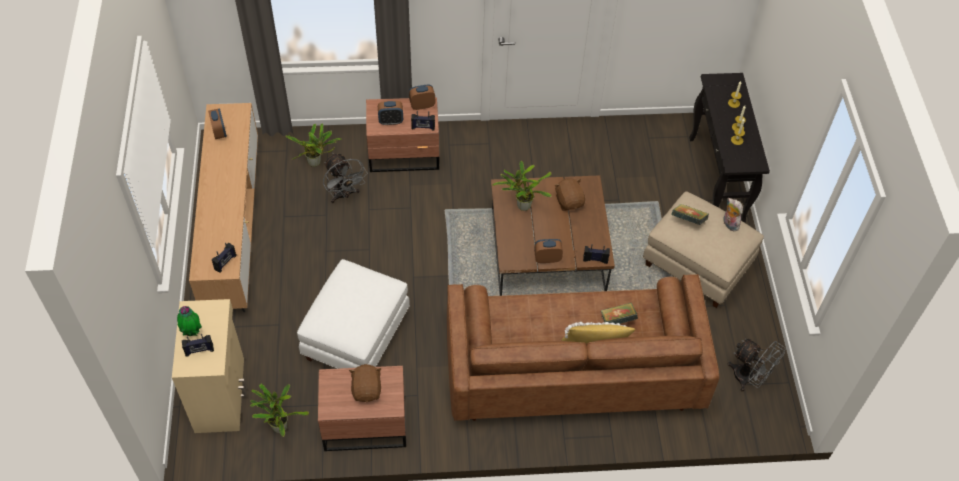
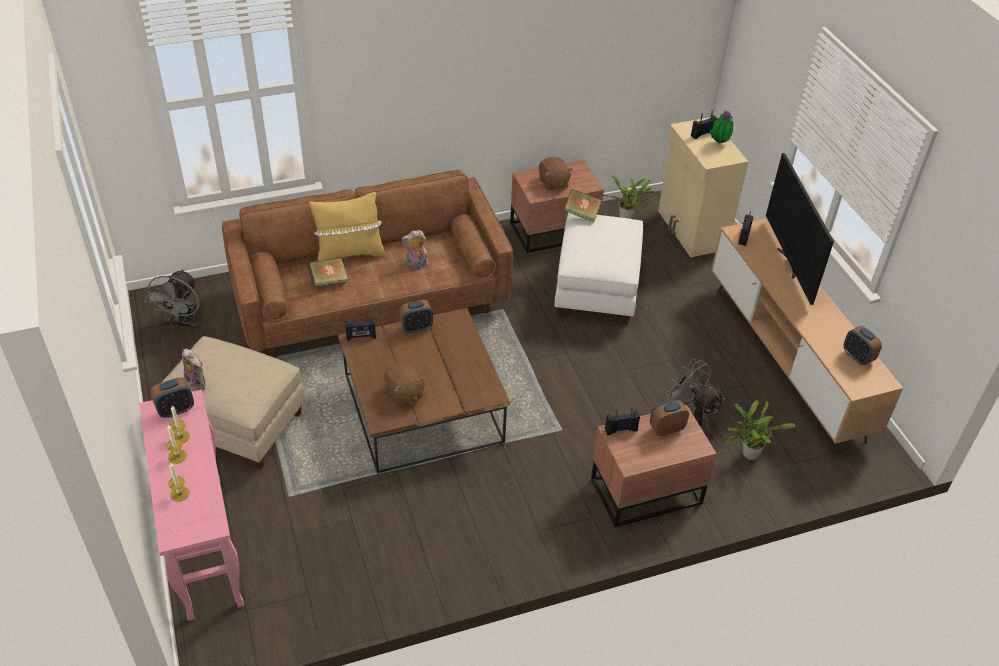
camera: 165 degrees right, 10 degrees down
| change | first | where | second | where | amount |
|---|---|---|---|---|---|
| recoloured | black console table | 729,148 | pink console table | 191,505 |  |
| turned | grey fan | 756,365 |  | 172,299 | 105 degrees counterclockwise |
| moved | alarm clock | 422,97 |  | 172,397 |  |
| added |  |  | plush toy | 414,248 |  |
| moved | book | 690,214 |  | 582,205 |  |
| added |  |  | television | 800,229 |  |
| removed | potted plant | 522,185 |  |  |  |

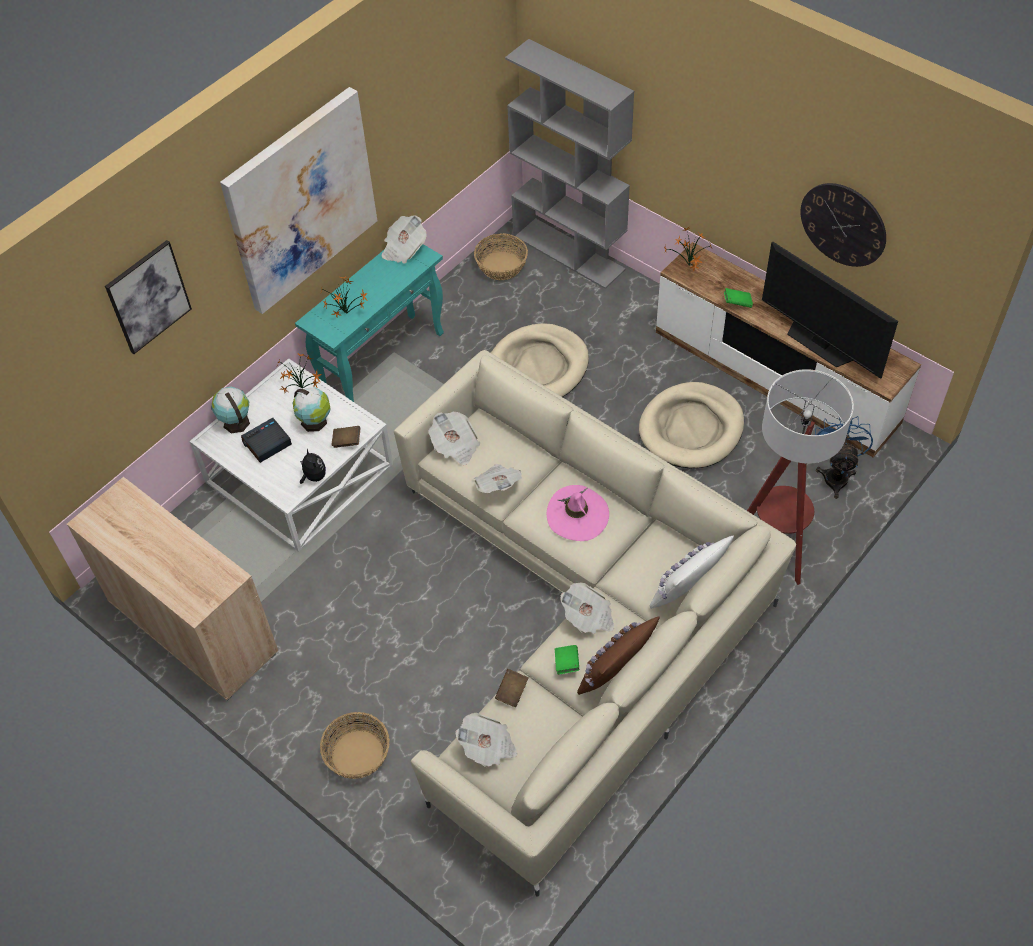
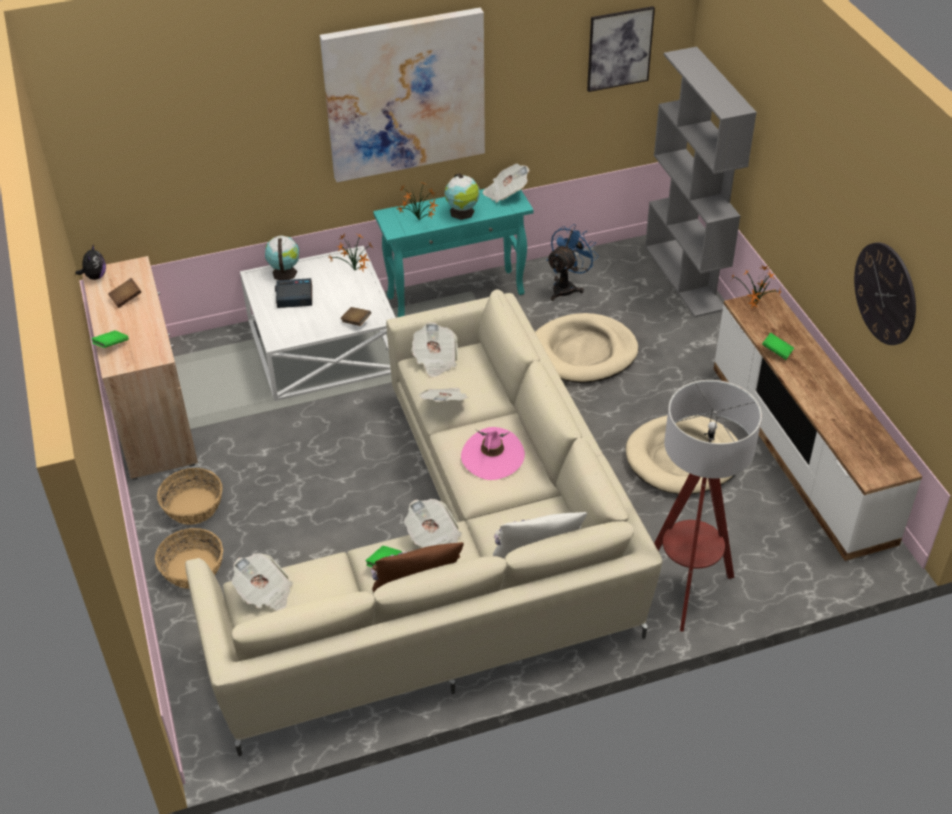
camera: 30 degrees right, 10 degrees down
| change | first | where | second | where | amount |
|---|---|---|---|---|---|
| moved | plush toy | 313,466 |  | 91,262 |  |
| added |  |  | green book | 110,339 |  |
| moved | brown book | 511,688 |  | 125,293 |  |
| moved | basket | 501,256 |  | 190,496 |  |
| moved | globe | 312,410 |  | 462,196 |  |
| moved | blue fan | 844,457 |  | 572,262 |  |
| moved | picture | 148,297 |  | 621,49 |  |
| removed | television | 830,310 |  |  |  |

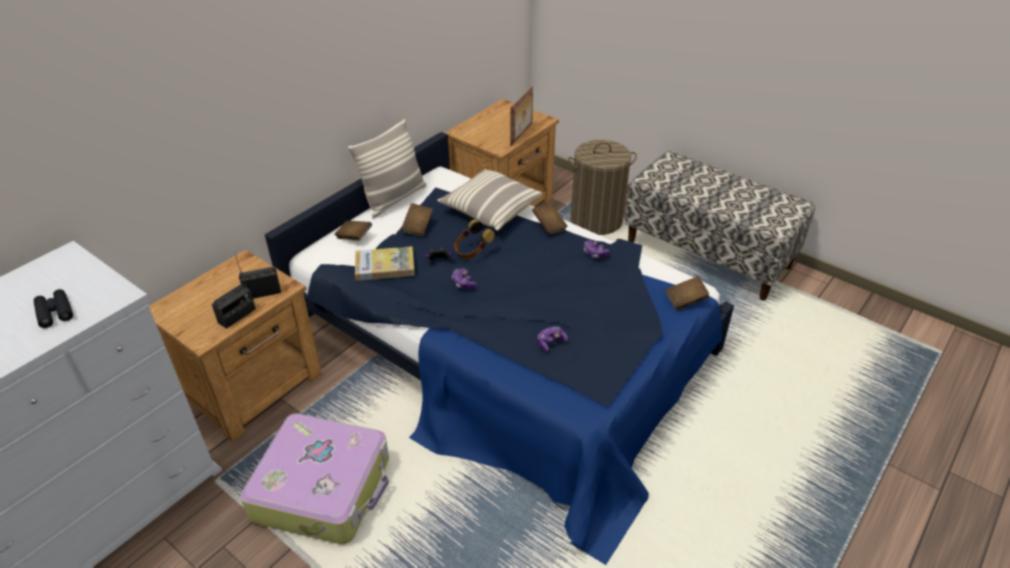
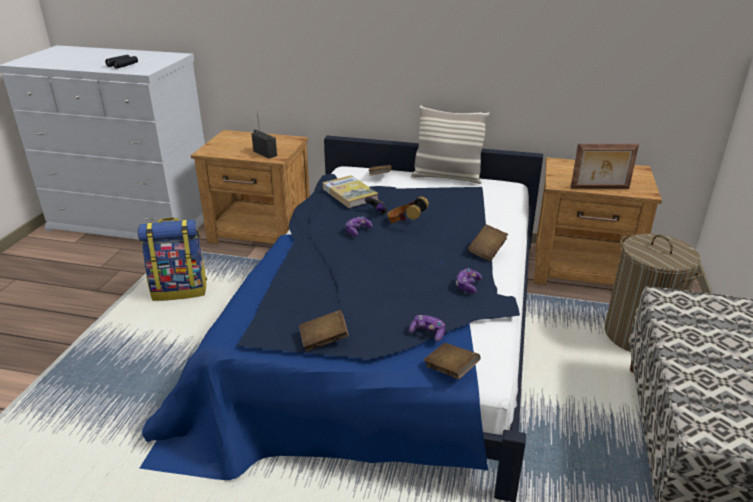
camera: 65 degrees right, 10 degrees down
| change | first | where | second | where | amount |
|---|---|---|---|---|---|
| replaced | suitcase | 314,478 | backpack | 172,259 |  |
| moved | brown book | 417,219 |  | 324,330 |  |
| moved | game controller | 552,339 |  | 427,328 |  |
| removed | radio | 234,299 |  |  |  |
| removed | pillow | 490,200 |  |  |  |

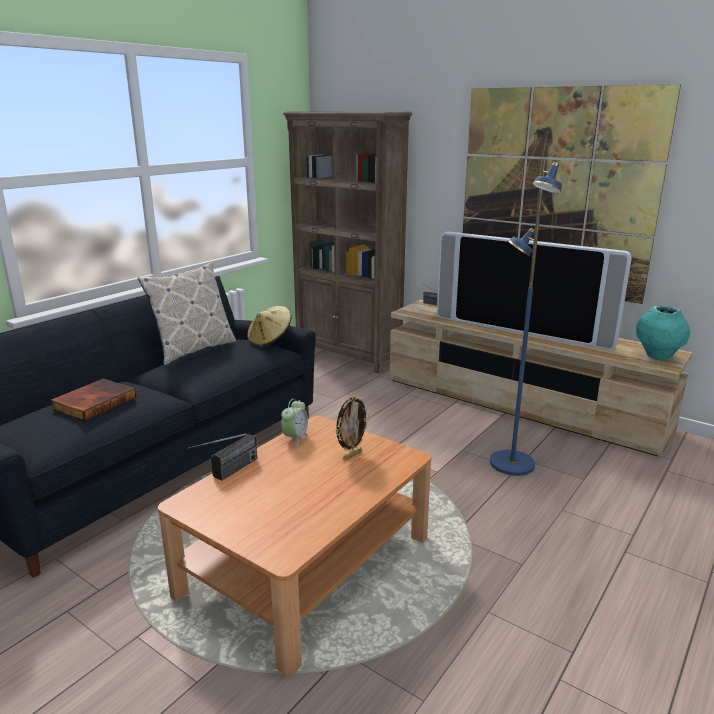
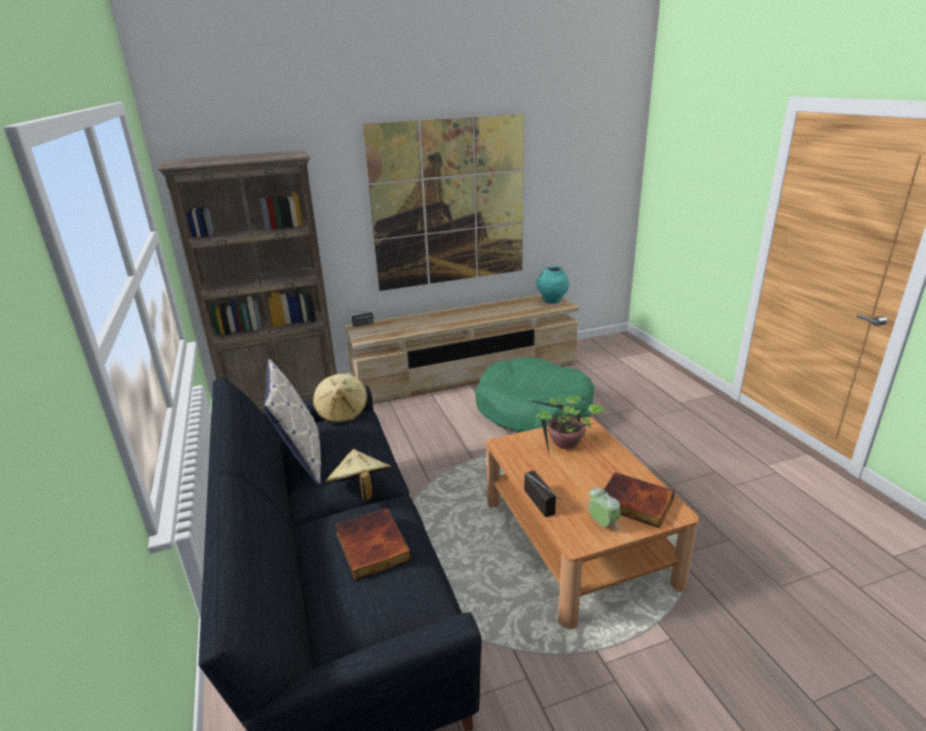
camera: 55 degrees left, 5 degrees up
| change | first | where | second | where | amount |
|---|---|---|---|---|---|
| added |  |  | beige hat | 358,474 |  |
| replaced | blue floor lamp | 526,317 | green dog bed | 535,394 |  |
| replaced | picture frame | 352,428 | potted plant | 565,427 |  |
| moved | alarm clock | 295,423 |  | 604,509 |  |
| added |  |  | book | 639,500 |  |
| removed | television | 534,290 |  |  |  |

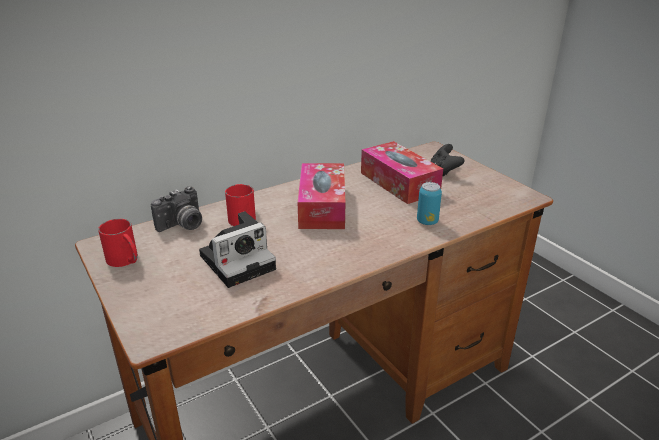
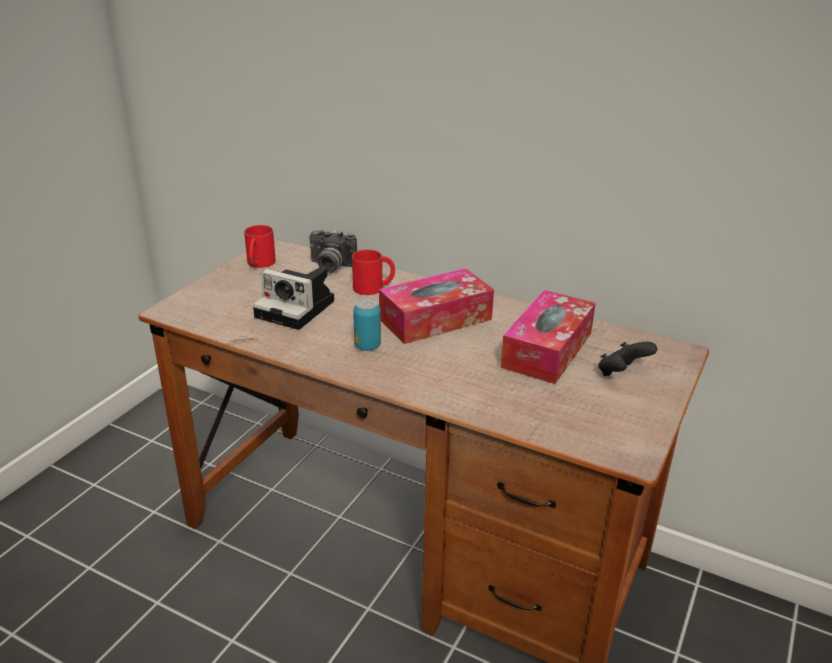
camera: 60 degrees right, 0 degrees up
| change | first | where | second | where | amount |
|---|---|---|---|---|---|
| moved | can | 429,203 |  | 367,324 |  |

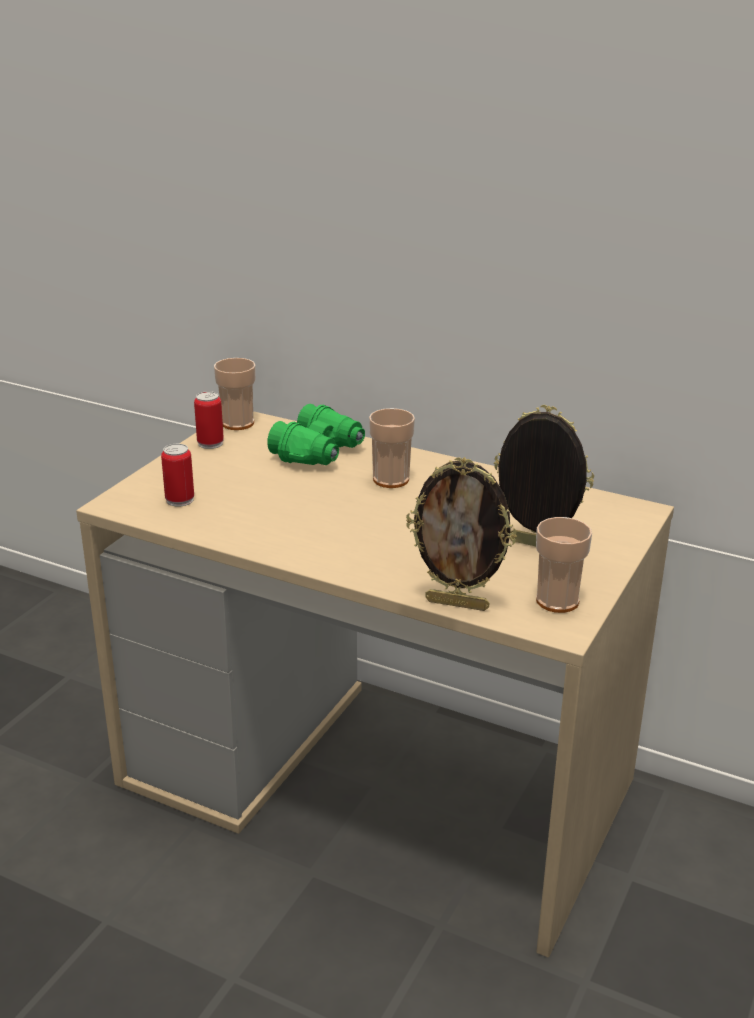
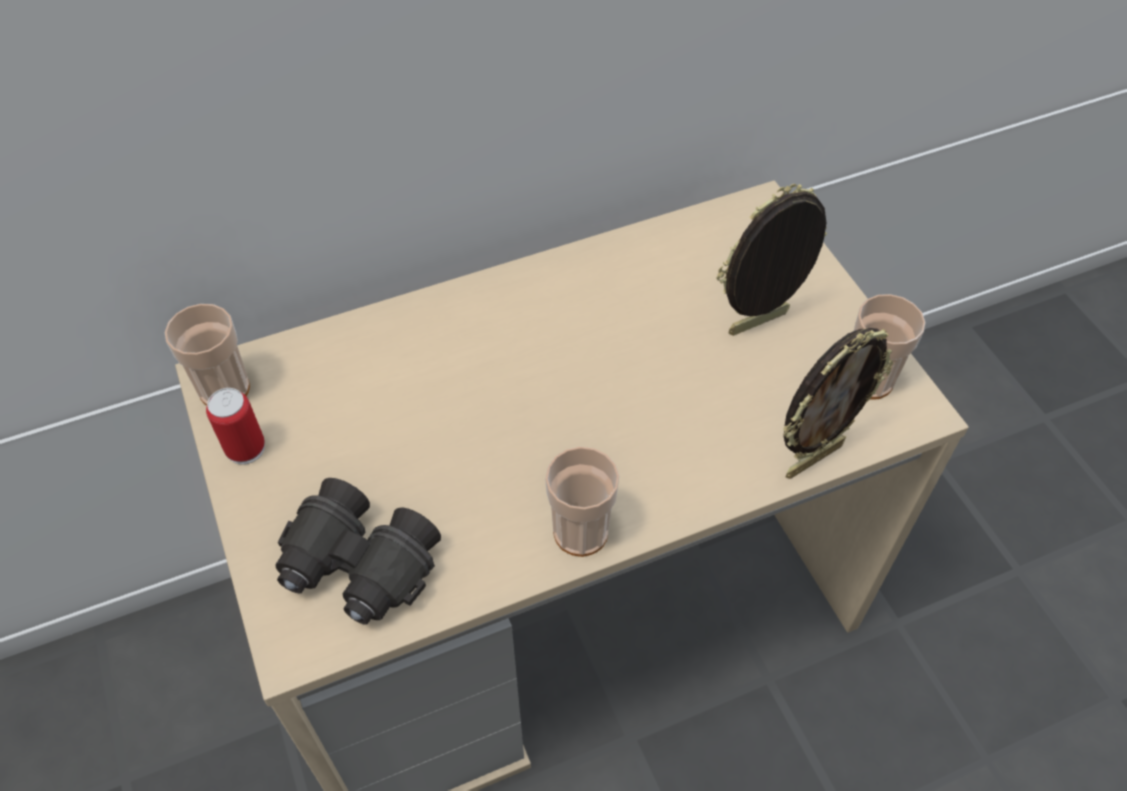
camera: 50 degrees left, 25 degrees up
| change | first | where | second | where | amount |
|---|---|---|---|---|---|
| replaced | can | 177,475 | black binoculars | 358,551 |  |
| moved | cup | 392,448 |  | 582,502 |  |
| removed | green binoculars | 316,434 |  |  |  |

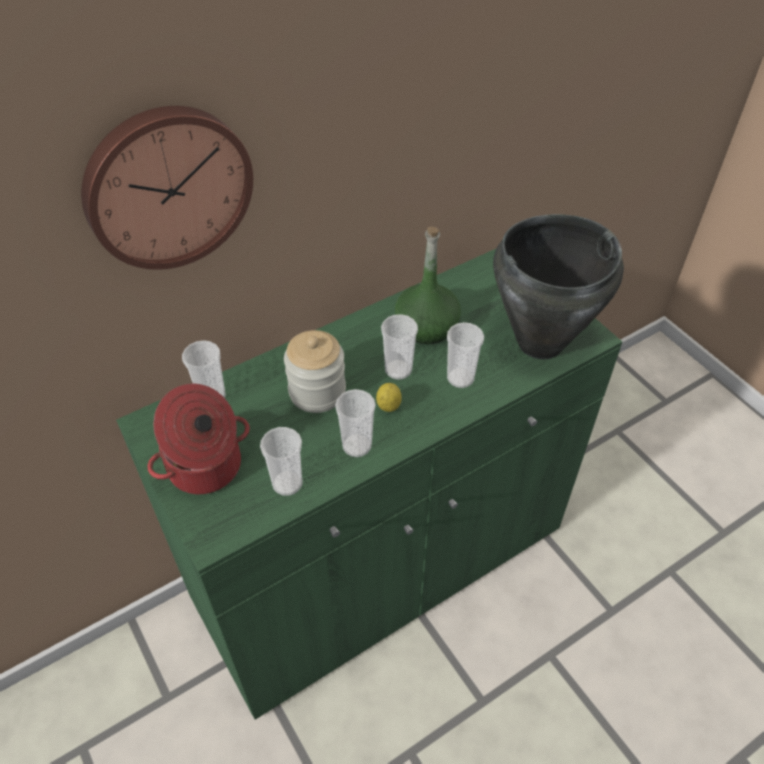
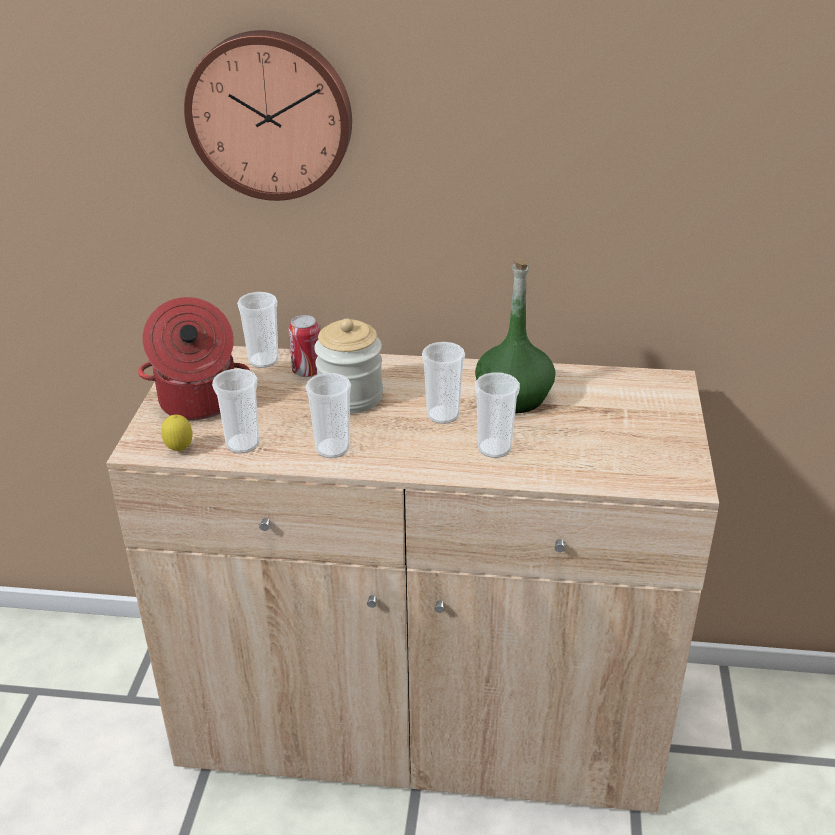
camera: 40 degrees right, 15 degrees down
| change | first | where | second | where | amount |
|---|---|---|---|---|---|
| recoloured | green cabinet | 369,484 | beige cabinet | 412,579 |  |
| moved | lemon | 389,397 |  | 177,432 |  |
| added |  |  | can | 304,346 |  |
| removed | black cooking pot | 558,286 |  |  |  |

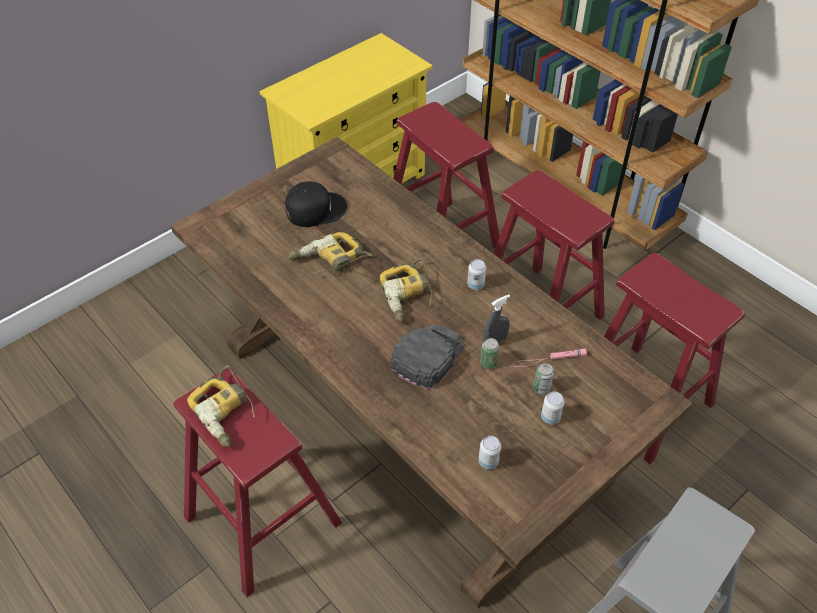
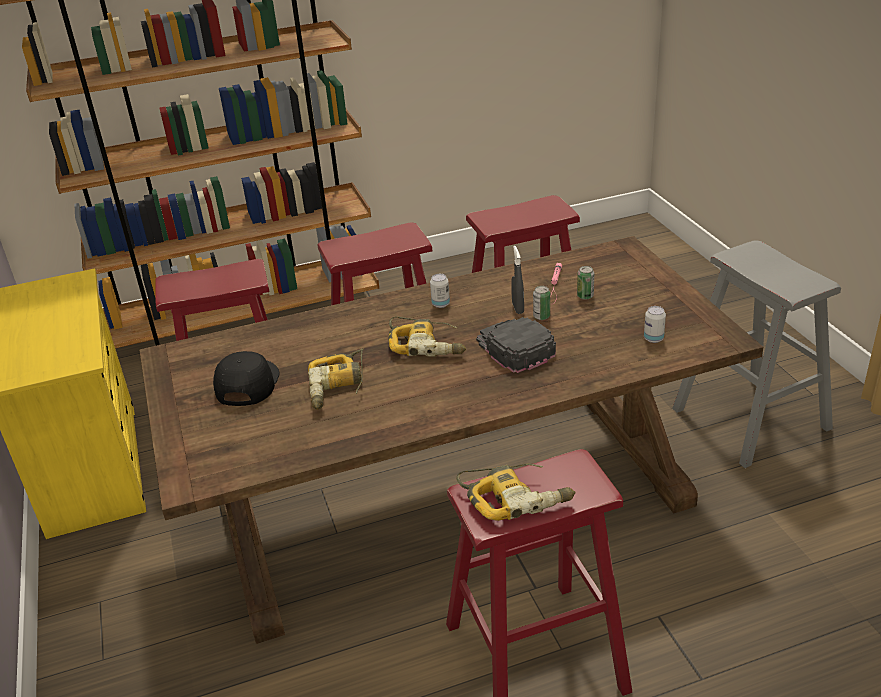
camera: 65 degrees left, 15 degrees down
| change | first | where | second | where | amount |
|---|---|---|---|---|---|
| removed | can | 552,408 |  |  |  |

